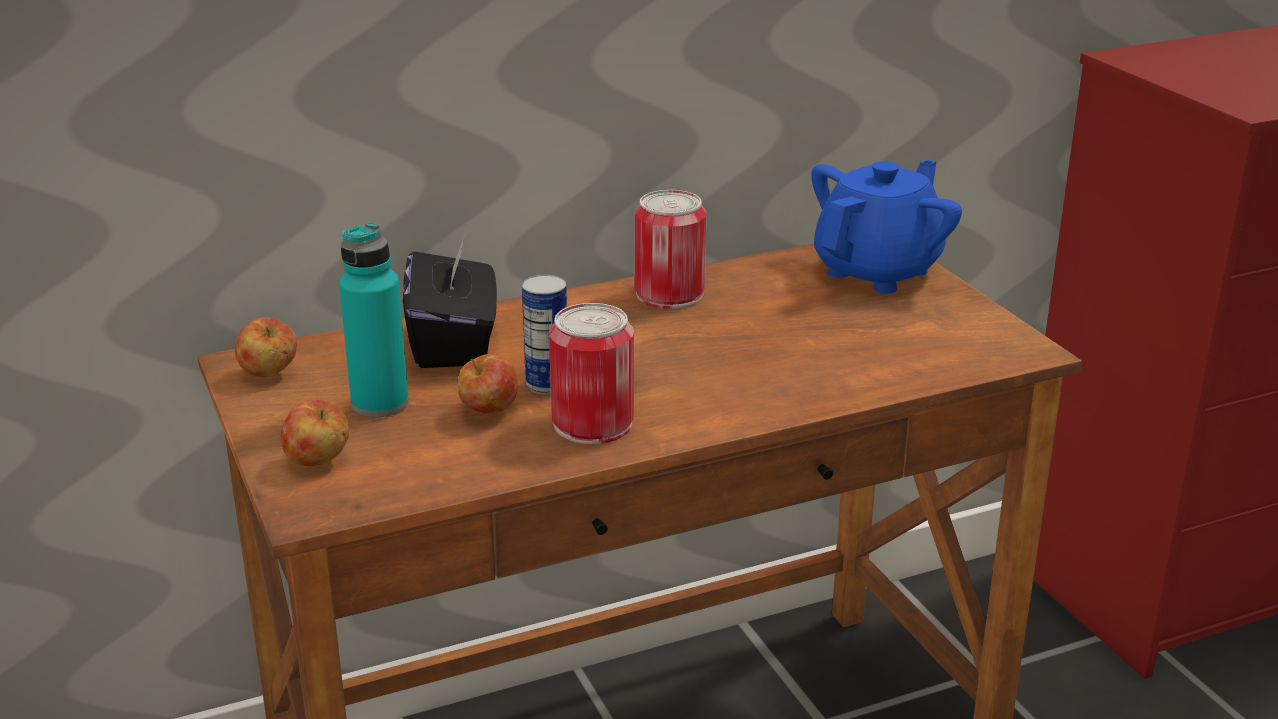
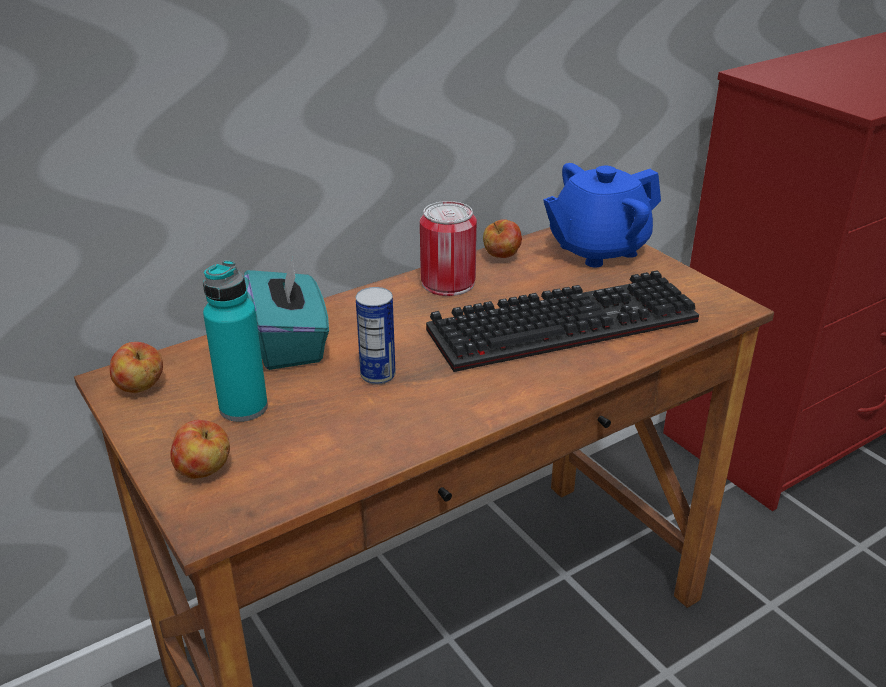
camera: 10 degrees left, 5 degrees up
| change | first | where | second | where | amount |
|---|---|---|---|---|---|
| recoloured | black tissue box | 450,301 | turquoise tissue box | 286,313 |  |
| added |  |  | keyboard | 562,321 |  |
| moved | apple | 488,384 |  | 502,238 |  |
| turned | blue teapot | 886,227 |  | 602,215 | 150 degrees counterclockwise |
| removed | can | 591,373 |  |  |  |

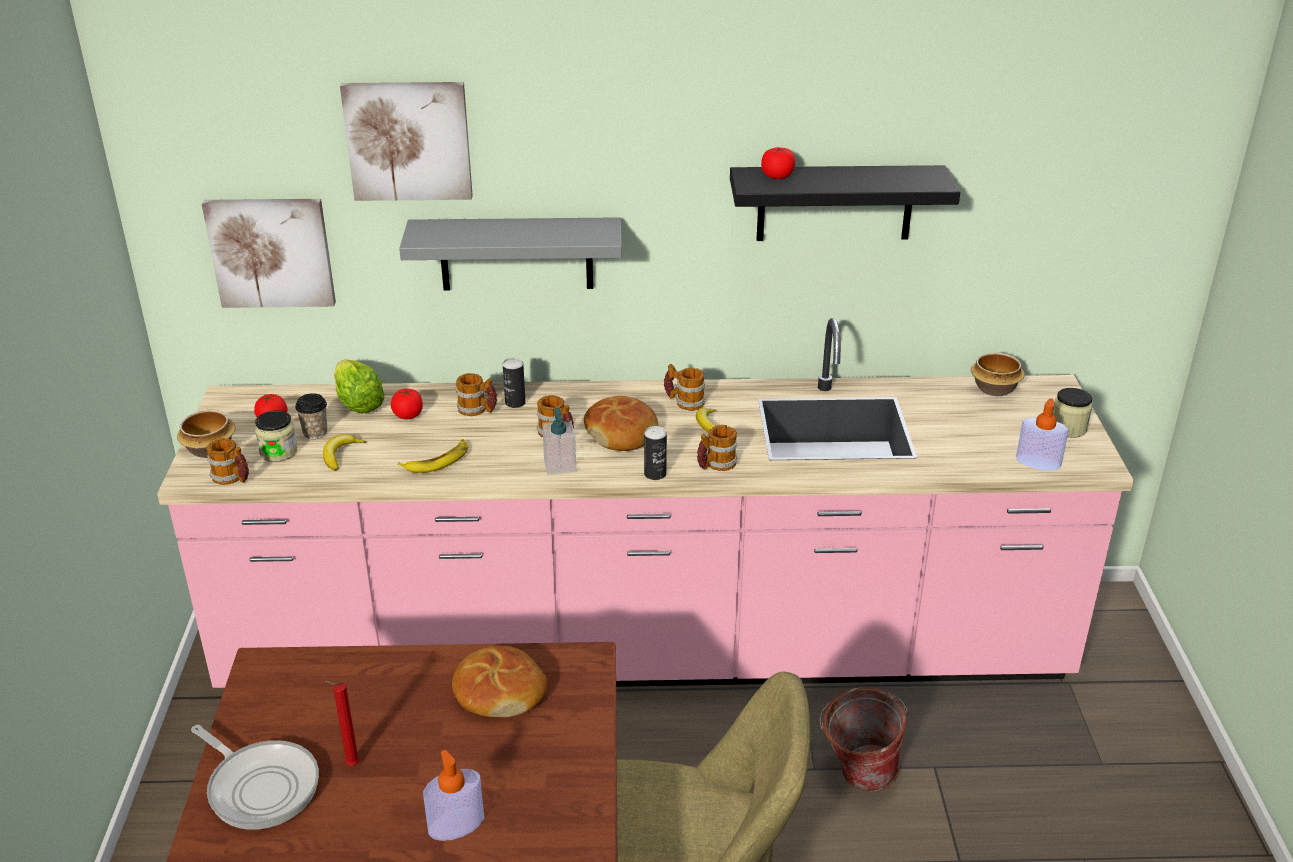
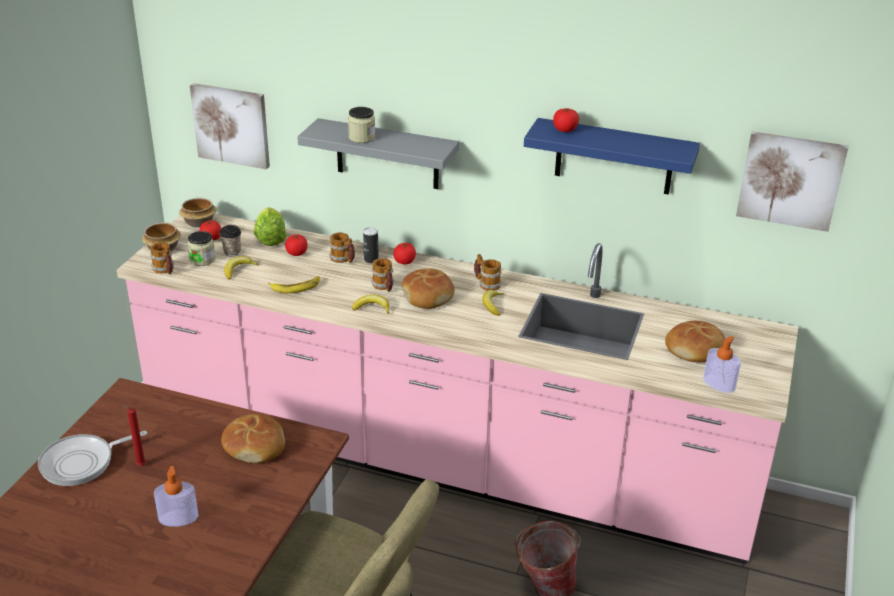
camera: 20 degrees right, 0 degrees up
| change | first | where | second | where | amount |
|---|---|---|---|---|---|
| turned | frying pan | 255,777 |  | 92,458 | 90 degrees clockwise |
| moved | bowl | 998,374 |  | 197,213 |  |
| moved | jar | 1072,413 |  | 361,125 |  |
| replaced | soap dispenser | 559,441 | banana | 371,304 |  |
| added |  |  | tomato | 404,253 |  |
| recoloured | black shelf | 845,203 | blue shelf | 612,156 |  |
| added |  |  | bread | 695,341 |  |
| moved | picture | 406,141 |  | 792,181 |  |
| removed | can | 655,453 |  |  |  |
| removed | mug | 717,448 |  |  |  |

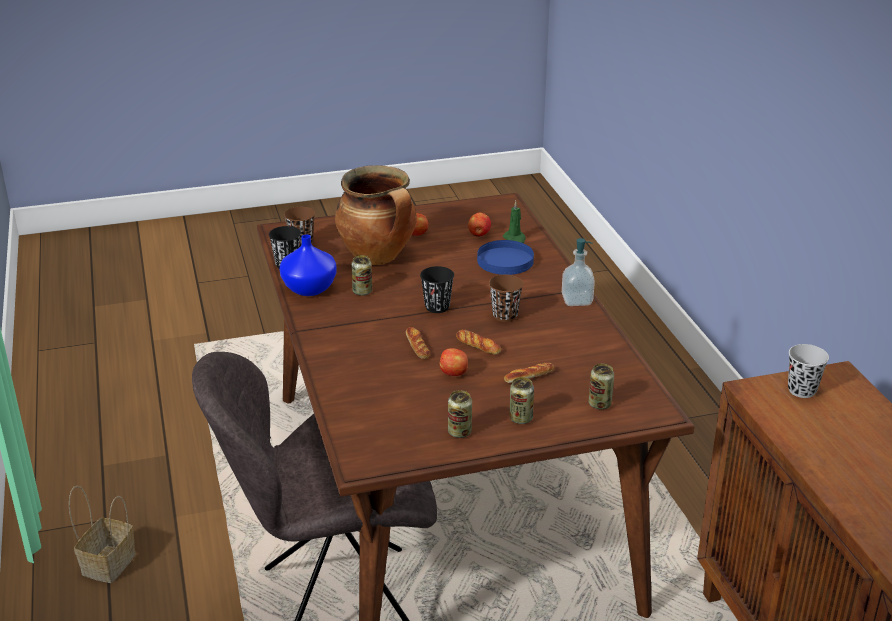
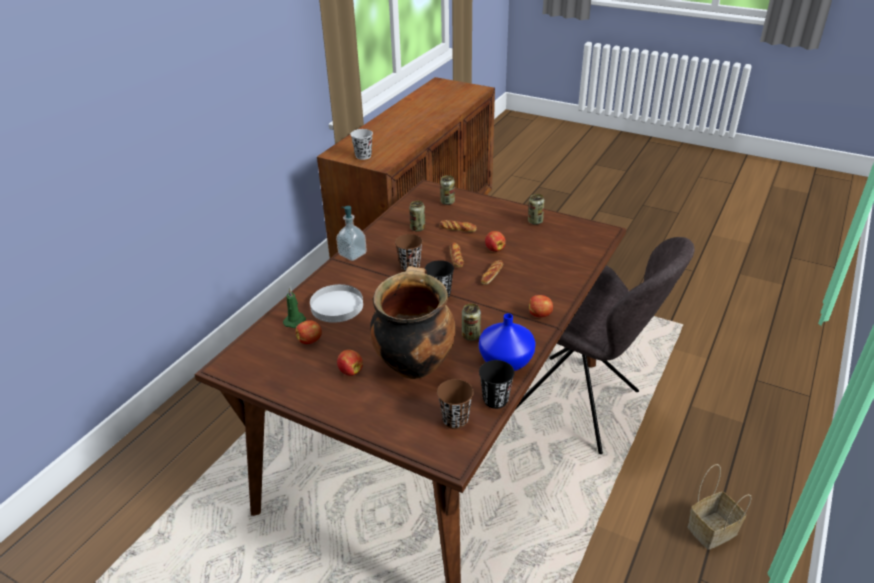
camera: 135 degrees left, 5 degrees up
| change | first | where | second | where | amount |
|---|---|---|---|---|---|
| recoloured | blue plate | 505,257 | white plate | 336,303 |  |
| moved | can | 522,400 |  | 417,216 |  |
| added |  |  | apple | 541,306 |  |

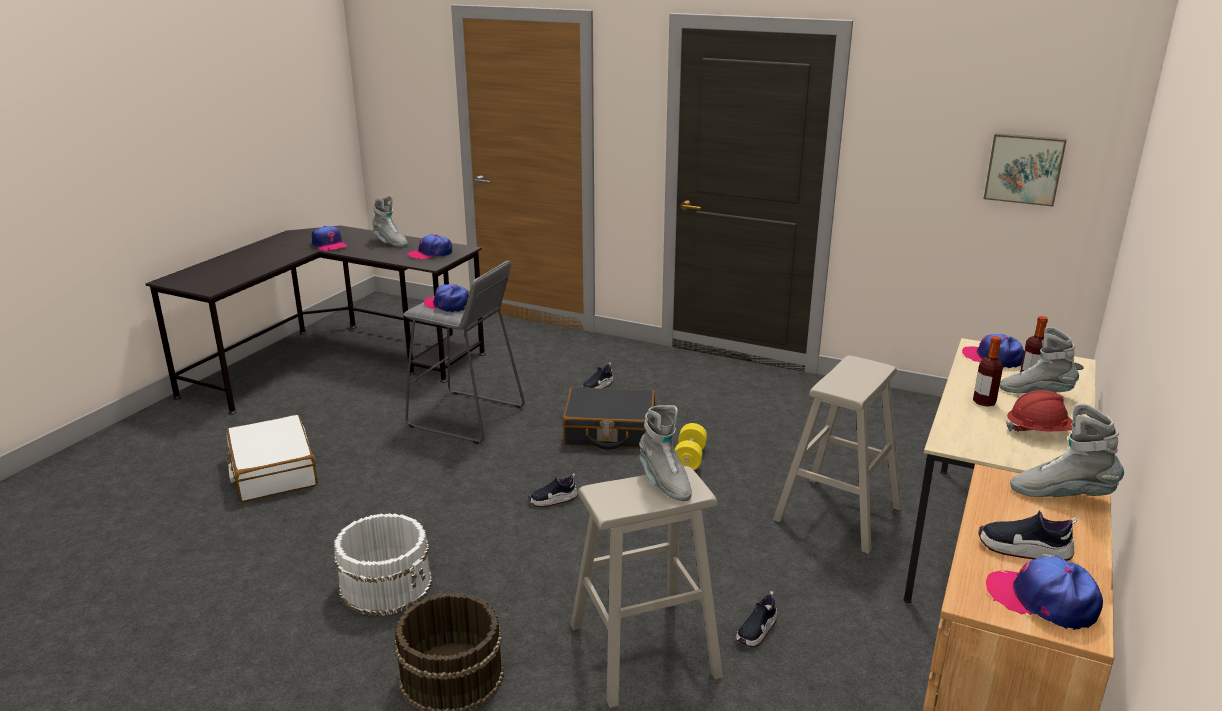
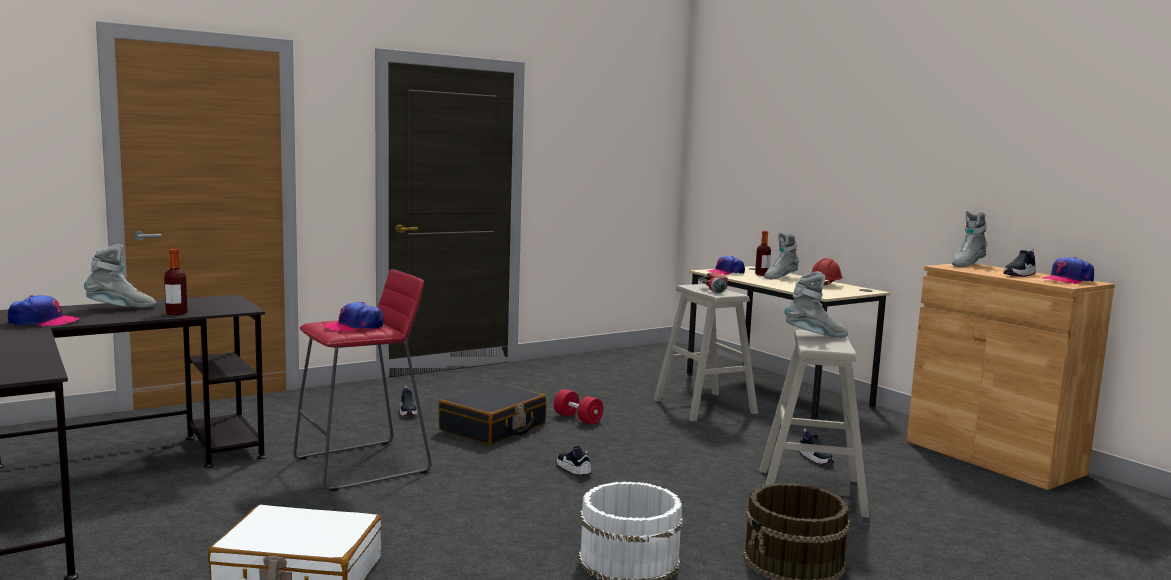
camera: 60 degrees left, 15 degrees down
| change | first | where | second | where | amount |
|---|---|---|---|---|---|
| moved | bottle | 988,371 |  | 176,282 |  |
| recoloured | grey stool | 464,352 | red stool | 362,380 |  |
| recoloured | yellow dumbbell | 691,446 | red dumbbell | 578,406 |  |
| turned | shoe | 553,490 |  | 574,461 | 135 degrees clockwise |
| added |  |  | flashlight | 713,283 |  |
| removed | cap | 430,246 |  |  |  |
| removed | picture | 1025,170 |  |  |  |

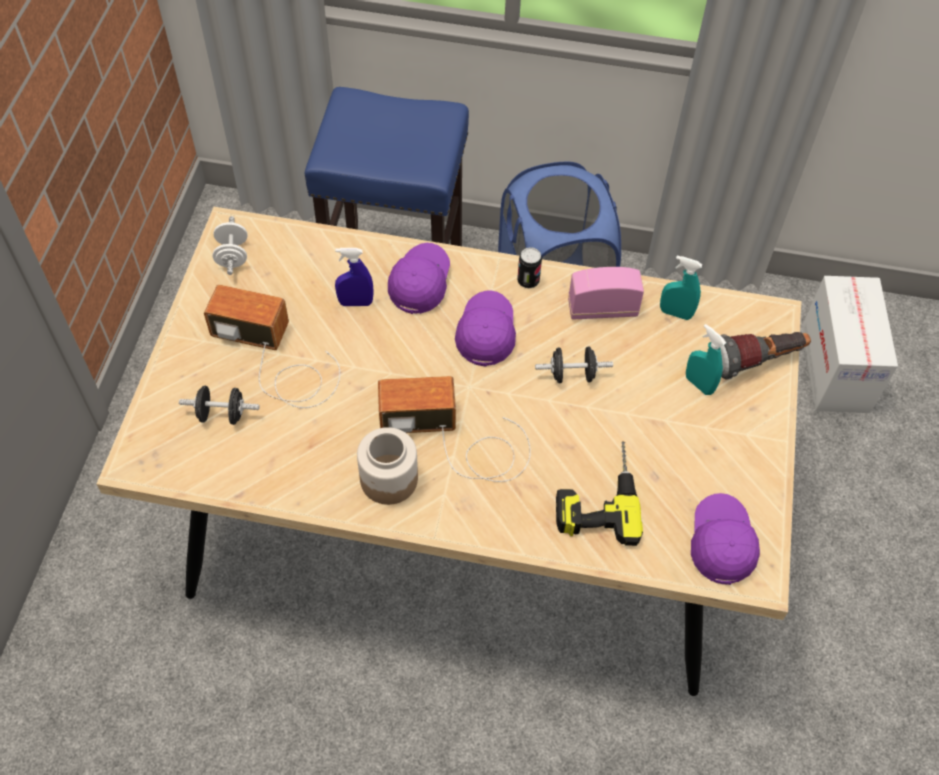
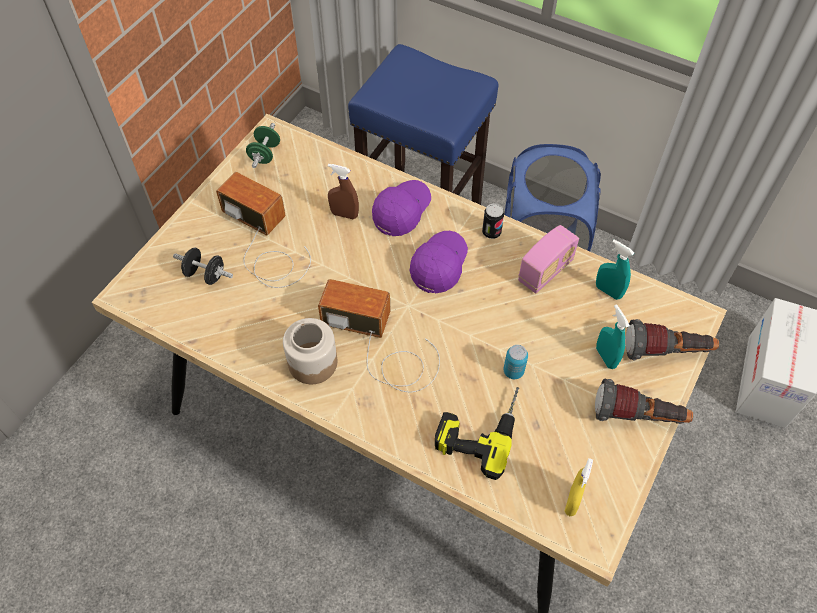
camera: 20 degrees right, 0 degrees up
| change | first | where | second | where | amount |
|---|---|---|---|---|---|
| recoloured | white dumbbell | 230,245 | green dumbbell | 263,145 |  |
| recoloured | blue spray bottle | 354,277 | brown spray bottle | 343,191 |  |
| added |  |  | can | 516,362 |  |
| turned | radio | 606,293 |  | 548,259 | 120 degrees clockwise |
| replaced | purple cap | 725,539 | yellow spray bottle | 579,487 |  |
| added |  |  | flashlight | 644,401 |  |
| removed | black dumbbell | 574,364 |  |  |  |

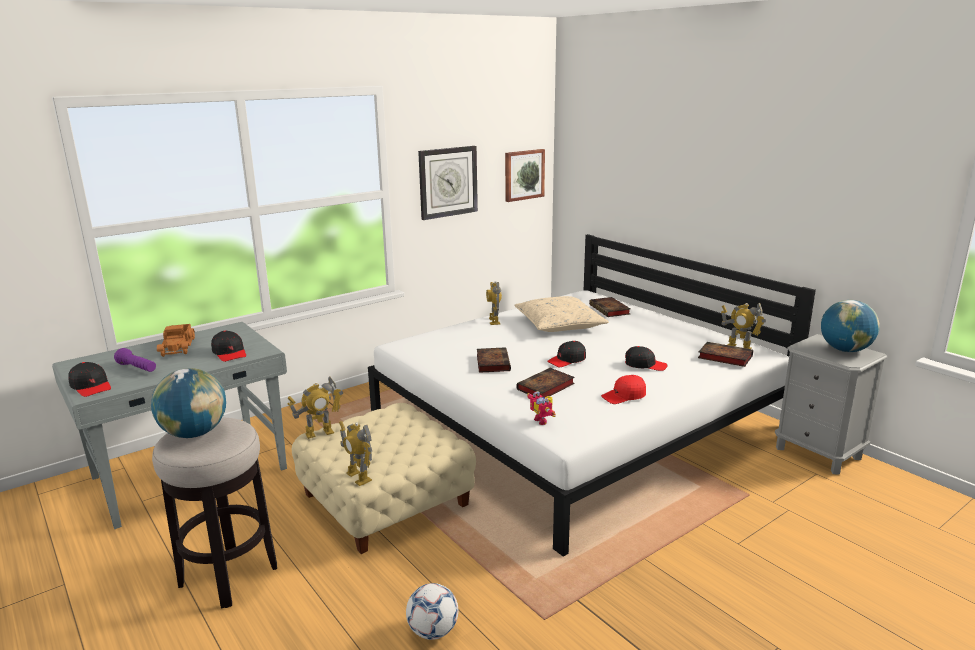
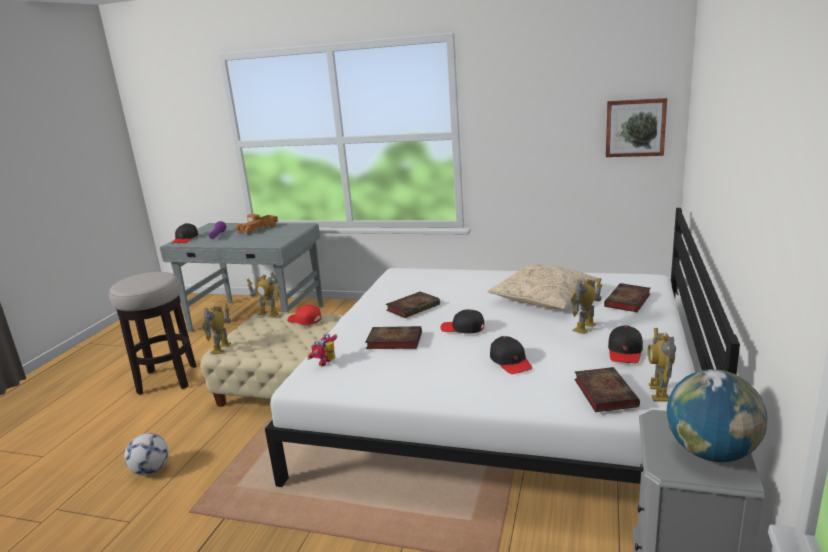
camera: 55 degrees right, 0 degrees up
| change | first | where | second | where | amount |
|---|---|---|---|---|---|
| moved | red cap | 623,389 |  | 304,315 |  |
| moved | toy robot | 494,303 |  | 586,306 |  |
| moved | black cap | 228,346 |  | 625,344 |  |
| removed | globe | 188,403 |  |  |  |
| removed | wall clock | 448,183 |  |  |  |

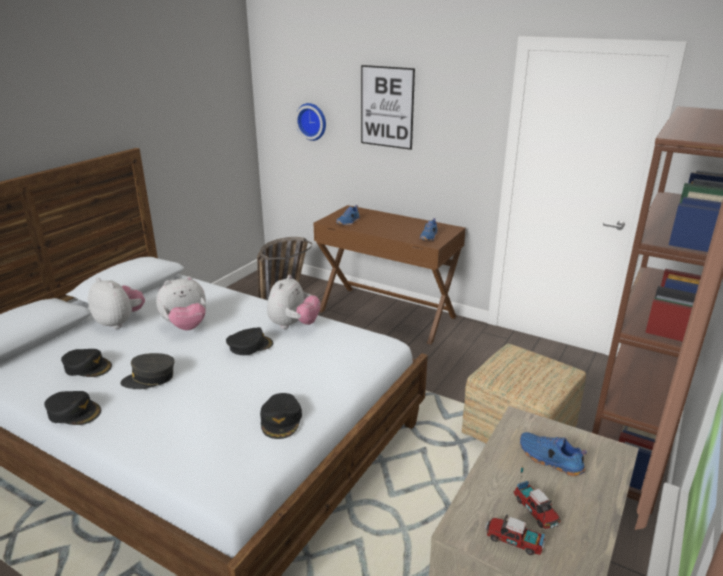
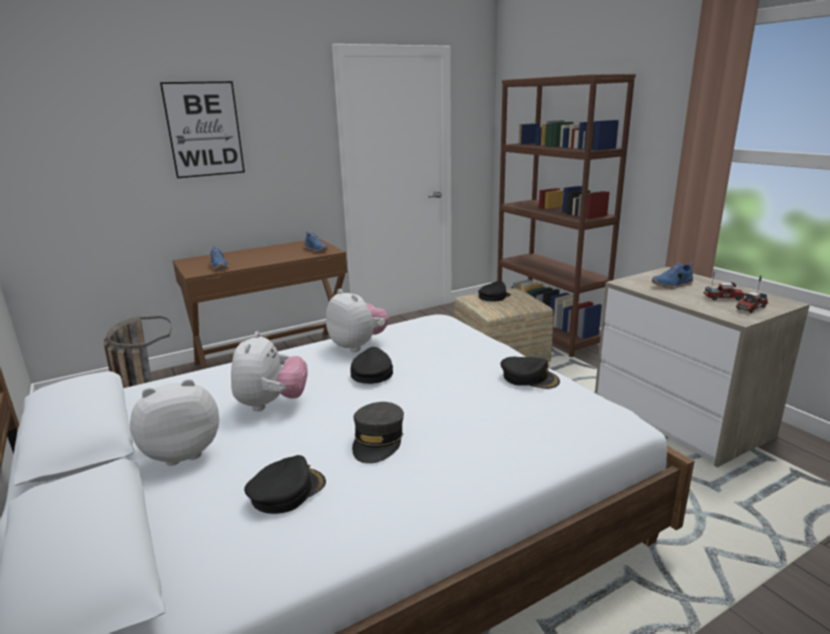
camera: 60 degrees left, 5 degrees down
| change | first | where | second | where | amount |
|---|---|---|---|---|---|
| moved | black cap | 72,408 |  | 494,291 |  |
| removed | wall clock | 310,122 |  |  |  |

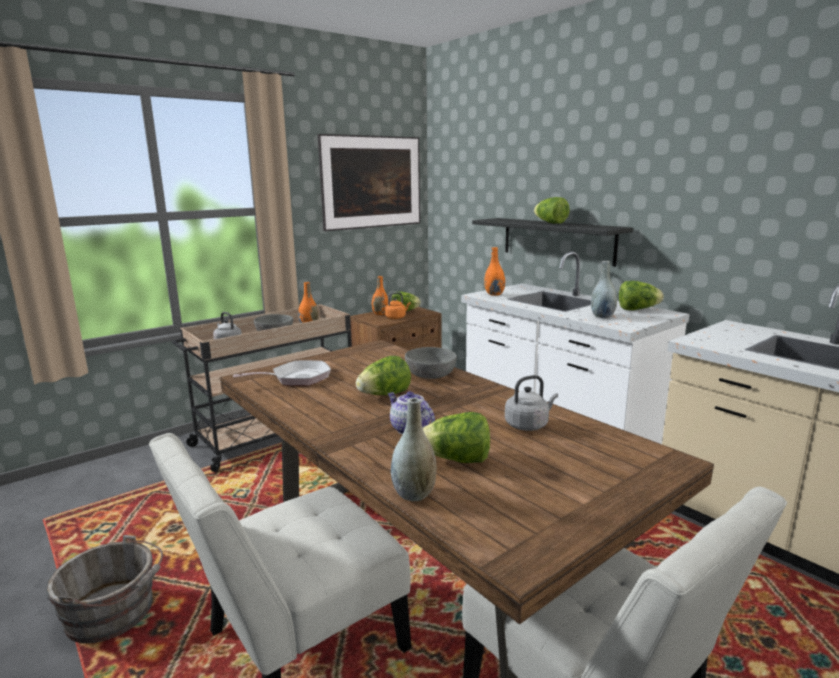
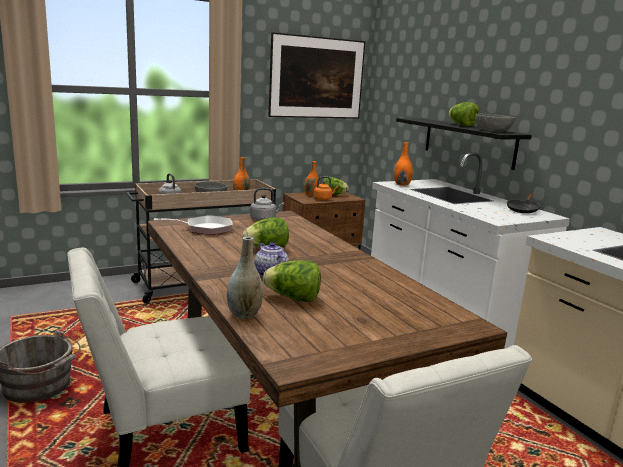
camera: 10 degrees right, 0 degrees up
| change | first | where | second | where | amount |
|---|---|---|---|---|---|
| moved | grey kettle | 531,403 |  | 267,204 |  |
| moved | grey bowl | 431,363 |  | 495,123 |  |
| replaced | lettuce | 641,295 | black frying pan | 523,203 |  |
| removed | grey vase | 604,289 |  |  |  |

